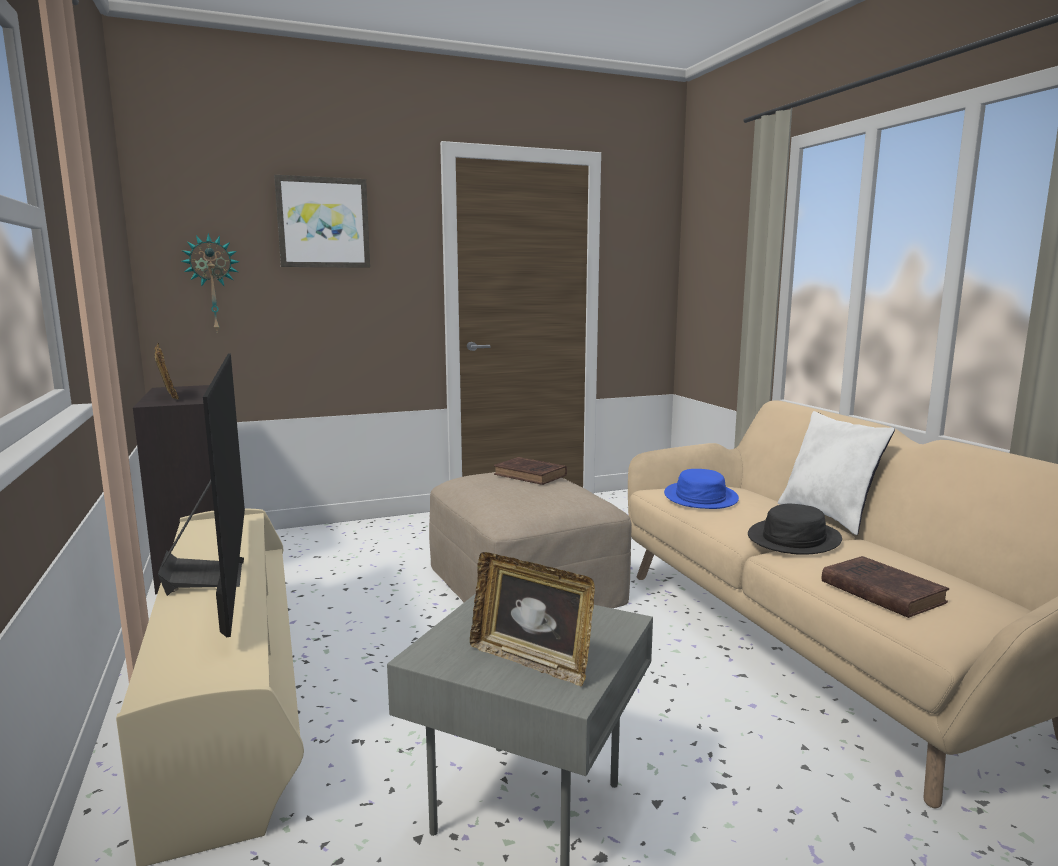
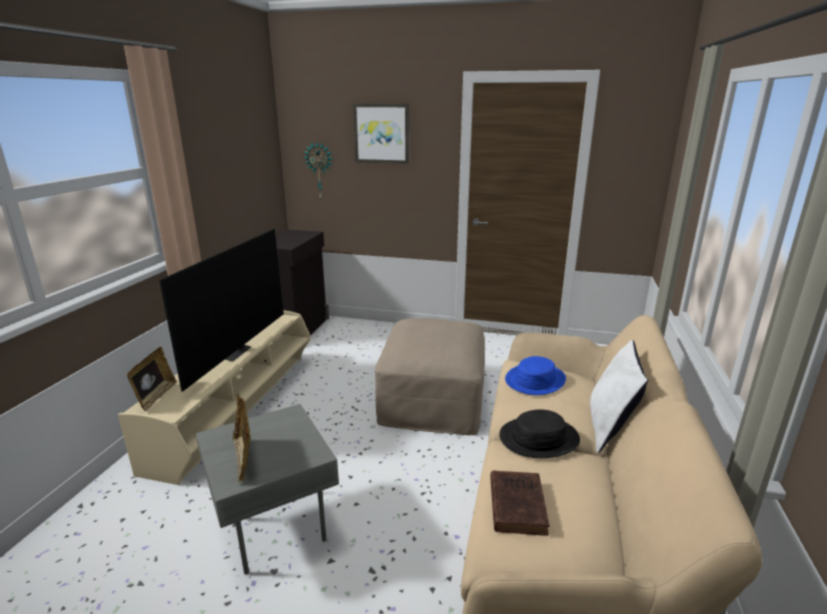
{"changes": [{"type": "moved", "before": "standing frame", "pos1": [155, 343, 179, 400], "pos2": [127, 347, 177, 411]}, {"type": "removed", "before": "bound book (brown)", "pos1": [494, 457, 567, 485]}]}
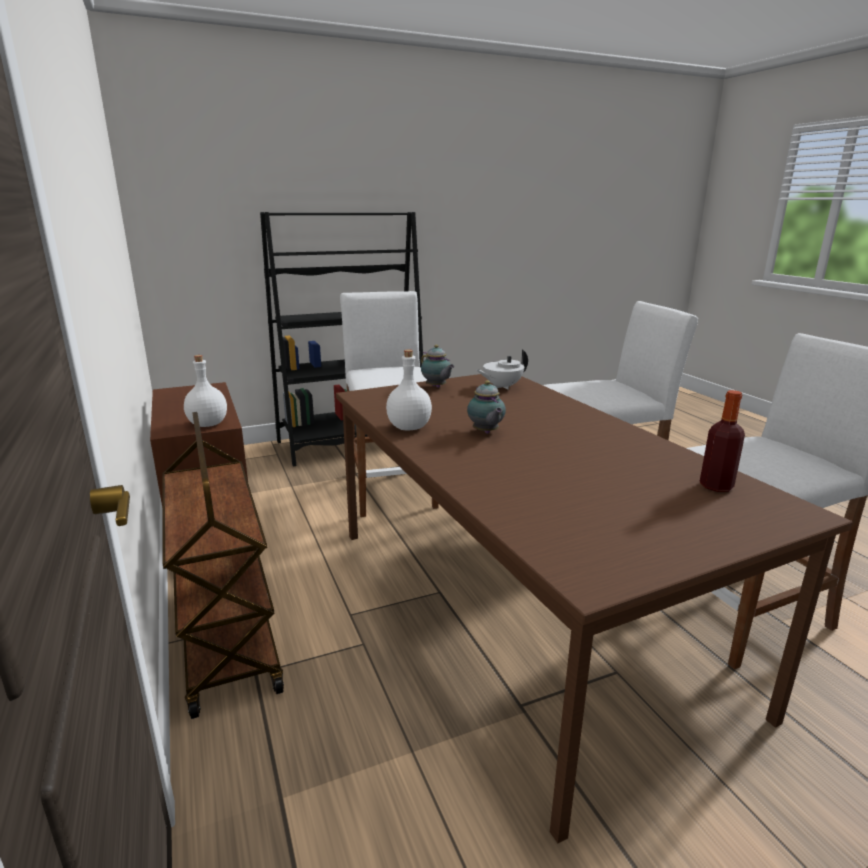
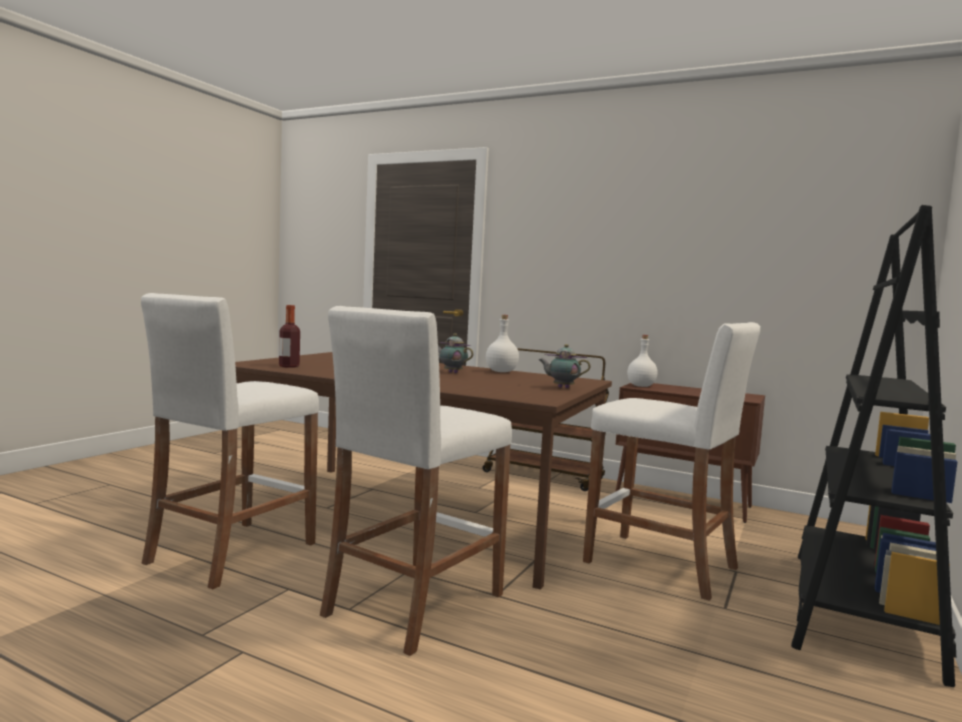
{"changes": [{"type": "removed", "before": "tea pot (white-coloured)", "pos1": [476, 350, 528, 390]}]}
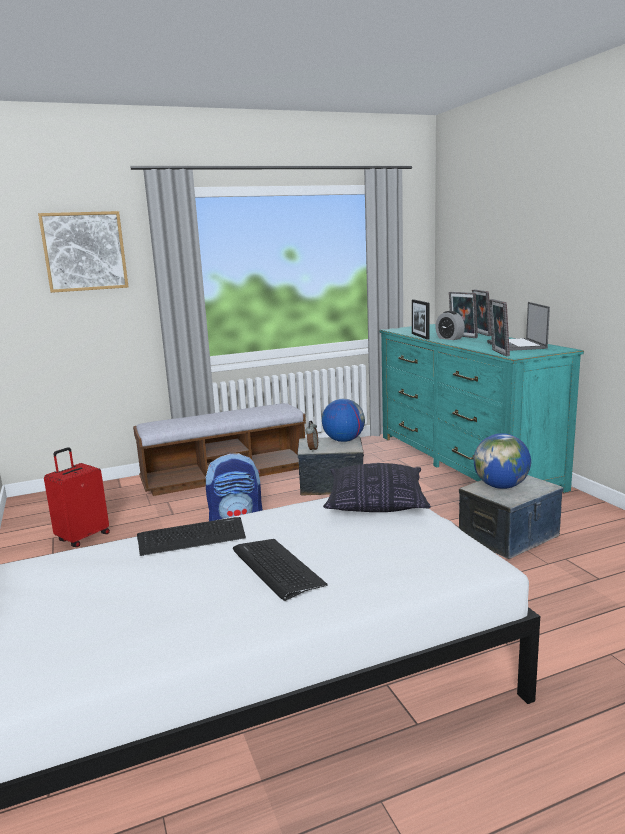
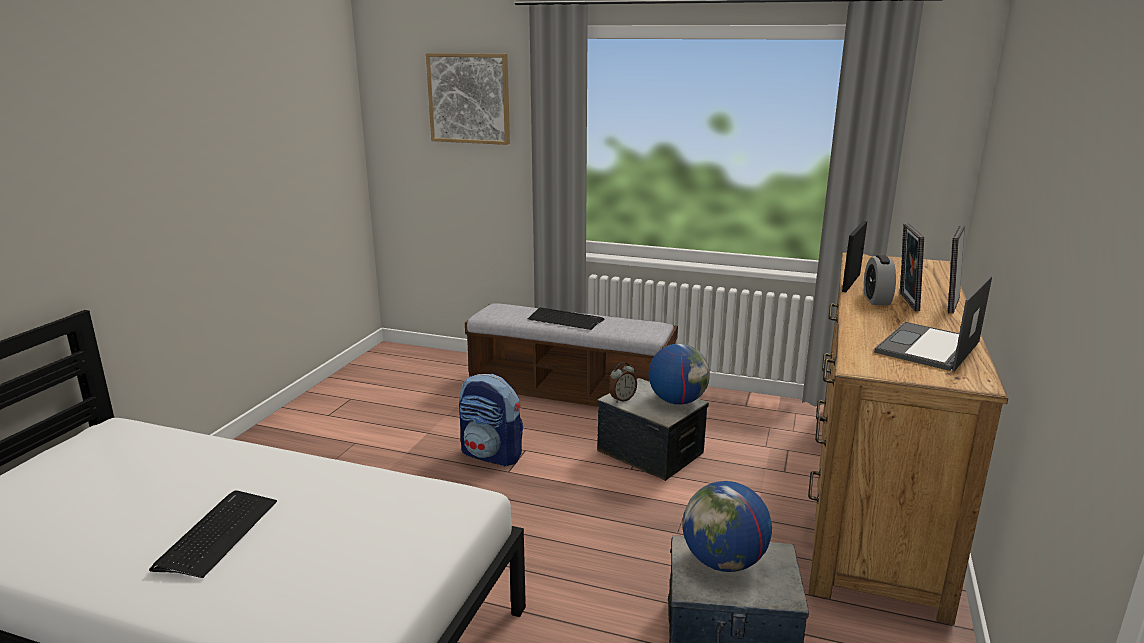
{"changes": [{"type": "removed", "before": "standing frame", "pos1": [489, 299, 510, 356]}, {"type": "recoloured", "before": "dresser (turquoise-coloured)", "after": "dresser (brown)", "pos1": [380, 324, 584, 493], "pos2": [808, 253, 1008, 625]}, {"type": "removed", "before": "suitcase (red)", "pos1": [44, 447, 110, 547]}, {"type": "removed", "before": "throw pillow", "pos1": [323, 463, 431, 512]}, {"type": "moved", "before": "computer keyboard", "pos1": [137, 517, 246, 556], "pos2": [528, 308, 604, 330]}]}
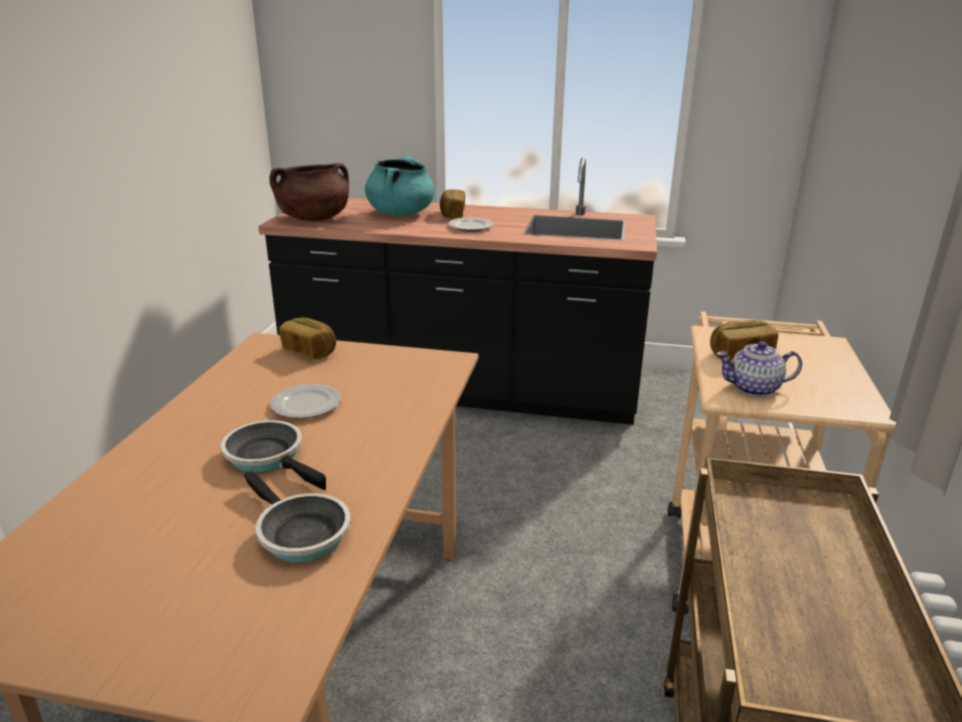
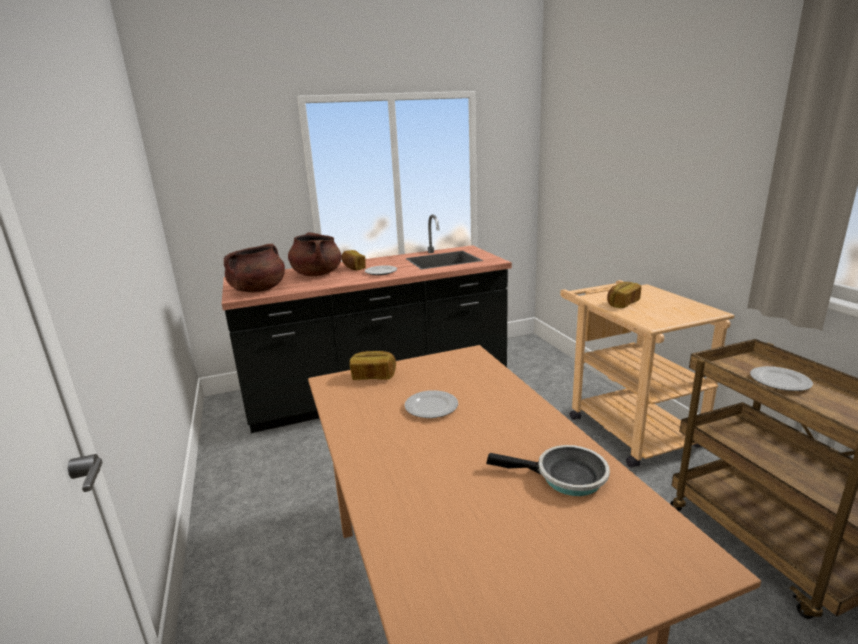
{"changes": [{"type": "recoloured", "before": "cooking pot (turquoise-coloured)", "after": "cooking pot (brown)", "pos1": [365, 156, 435, 216], "pos2": [288, 232, 342, 276]}, {"type": "removed", "before": "tea pot", "pos1": [716, 341, 802, 397]}, {"type": "removed", "before": "frying pan", "pos1": [221, 420, 326, 490]}, {"type": "added", "after": "flat dish", "pos2": [750, 366, 813, 391]}]}
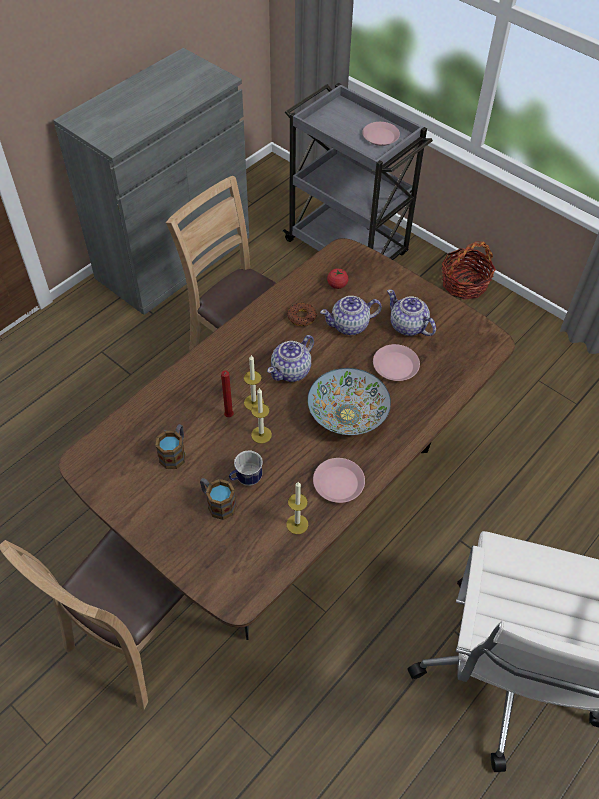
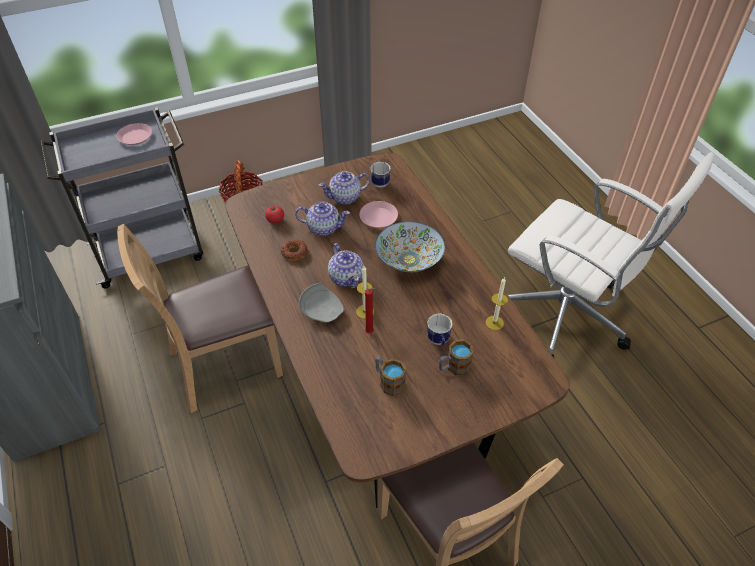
{"changes": [{"type": "turned", "before": "tea pot", "pos1": [320, 296, 382, 335], "pos2": [295, 202, 350, 236], "turn": -90}, {"type": "removed", "before": "candle", "pos1": [251, 388, 272, 444]}, {"type": "removed", "before": "flat dish (pink-coloured)", "pos1": [313, 458, 365, 503]}, {"type": "added", "after": "tea mug", "pos2": [370, 161, 391, 188]}, {"type": "added", "after": "flat dish (gray)", "pos2": [299, 283, 344, 323]}]}
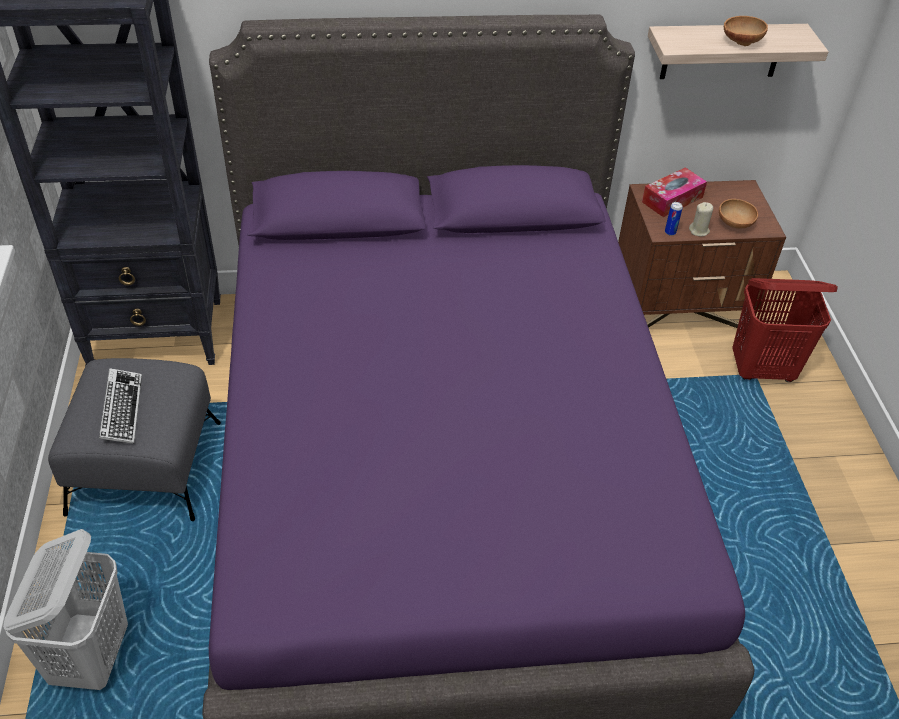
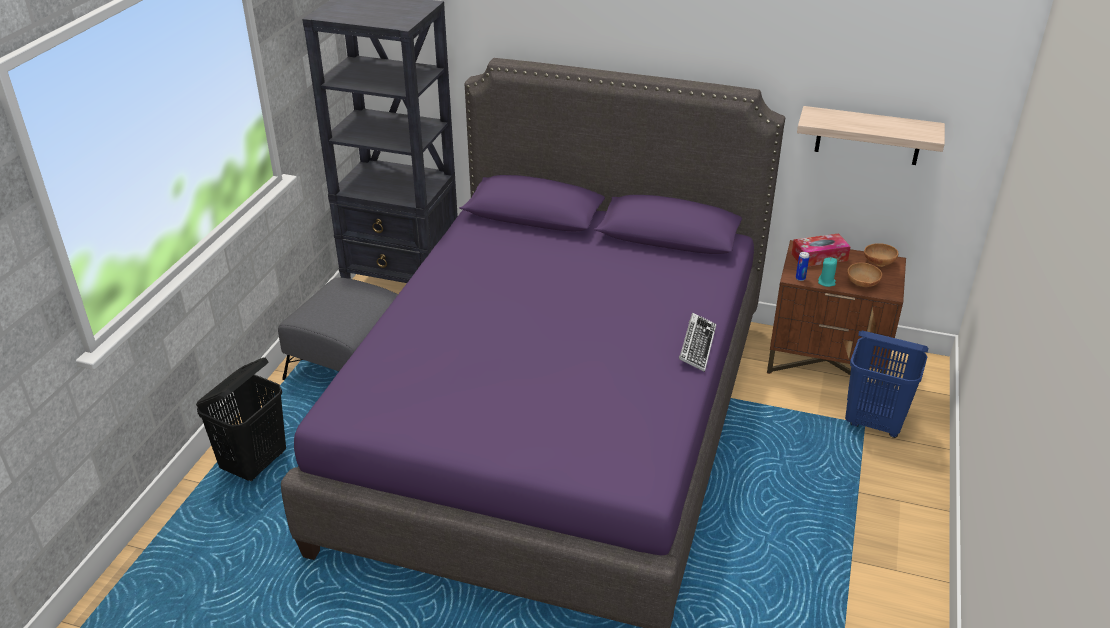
{"changes": [{"type": "moved", "before": "deep dish (brown)", "pos1": [724, 16, 768, 46], "pos2": [864, 243, 898, 267]}, {"type": "recoloured", "before": "candle (beige)", "after": "candle (turquoise-coloured)", "pos1": [689, 202, 713, 237], "pos2": [818, 257, 837, 287]}, {"type": "recoloured", "before": "washing basket (red)", "after": "washing basket (bluish)", "pos1": [732, 278, 838, 382], "pos2": [845, 331, 928, 438]}, {"type": "moved", "before": "computer keyboard", "pos1": [99, 368, 142, 444], "pos2": [679, 313, 716, 372]}, {"type": "recoloured", "before": "washing basket (white-coloured)", "after": "washing basket (black)", "pos1": [3, 529, 128, 690], "pos2": [196, 357, 286, 482]}]}
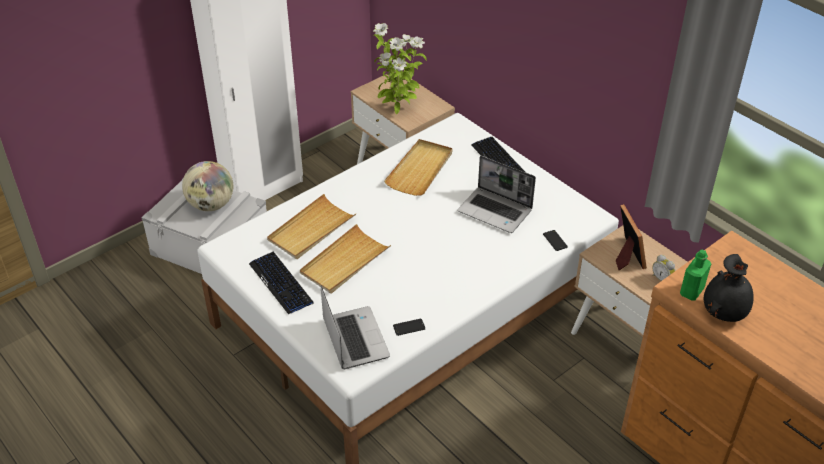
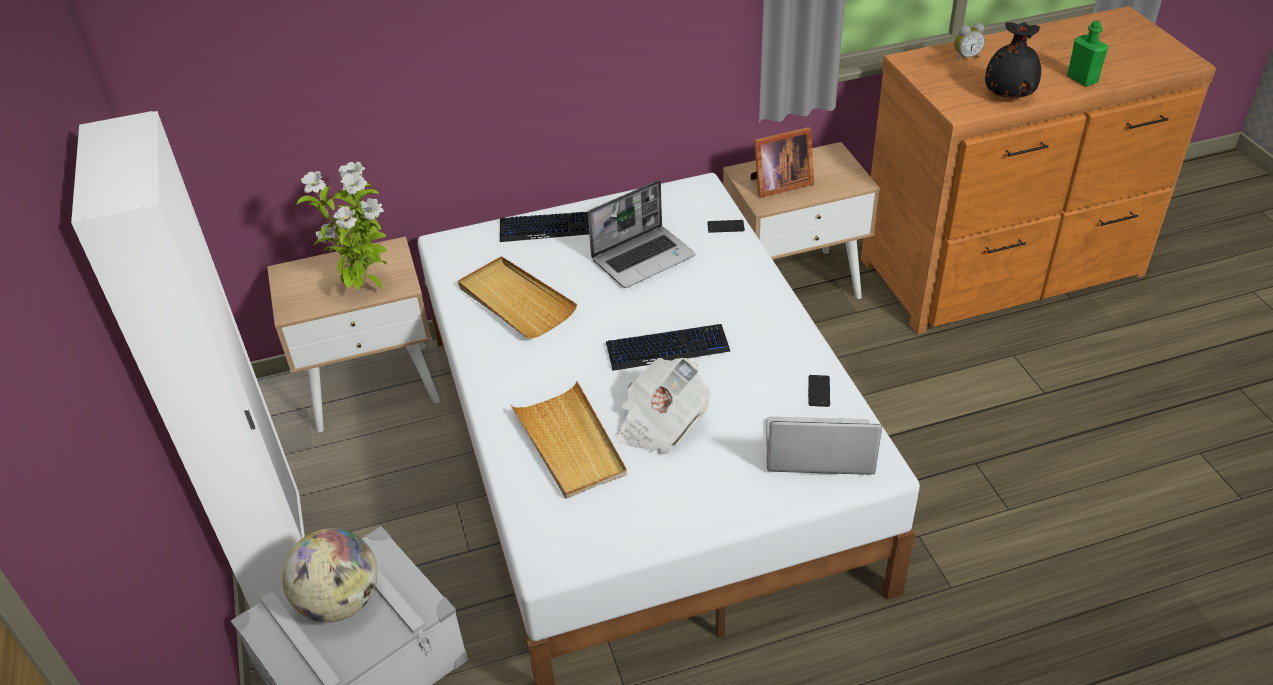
{"changes": [{"type": "turned", "before": "standing frame", "pos1": [616, 204, 647, 270], "pos2": [751, 127, 814, 198], "turn": 150}, {"type": "replaced", "before": "tray (beige)", "after": "daily paper", "pos1": [300, 224, 391, 294], "pos2": [617, 358, 709, 454]}, {"type": "moved", "before": "drink bottle (greenish)", "pos1": [680, 249, 711, 301], "pos2": [1067, 20, 1108, 87]}, {"type": "moved", "before": "computer keyboard", "pos1": [249, 252, 314, 315], "pos2": [606, 324, 730, 371]}, {"type": "moved", "before": "alarm clock", "pos1": [652, 255, 676, 281], "pos2": [954, 23, 985, 61]}]}
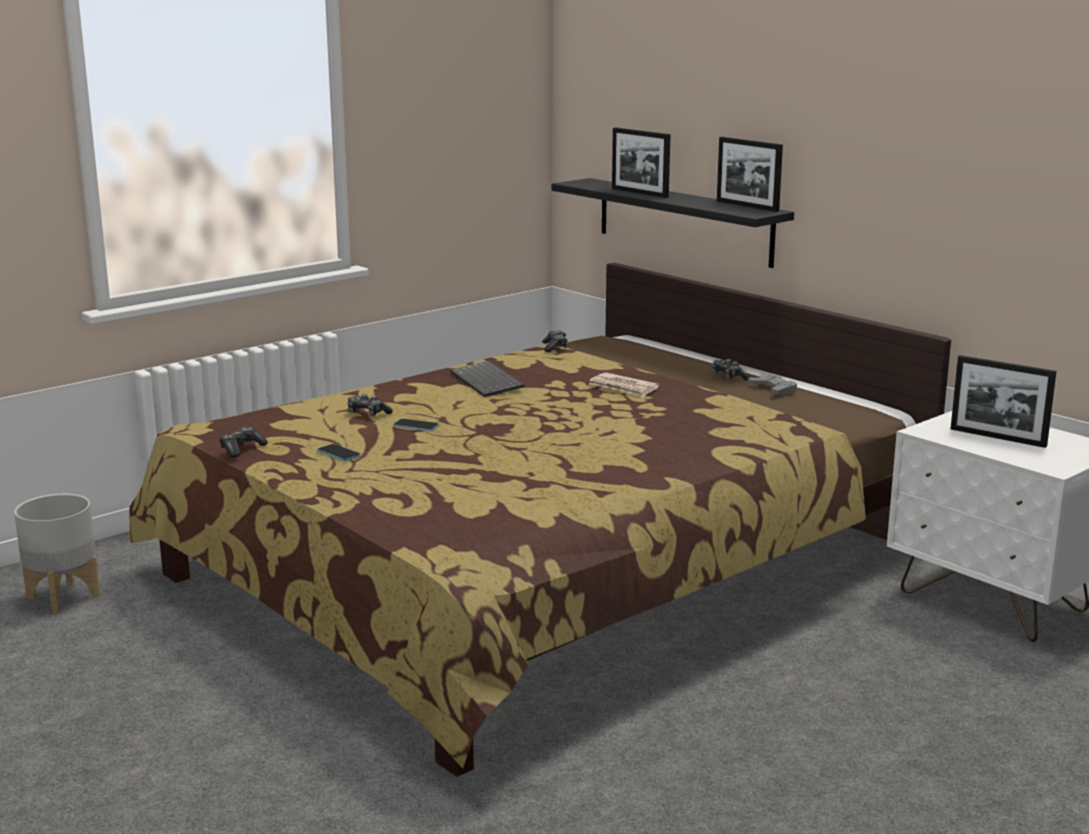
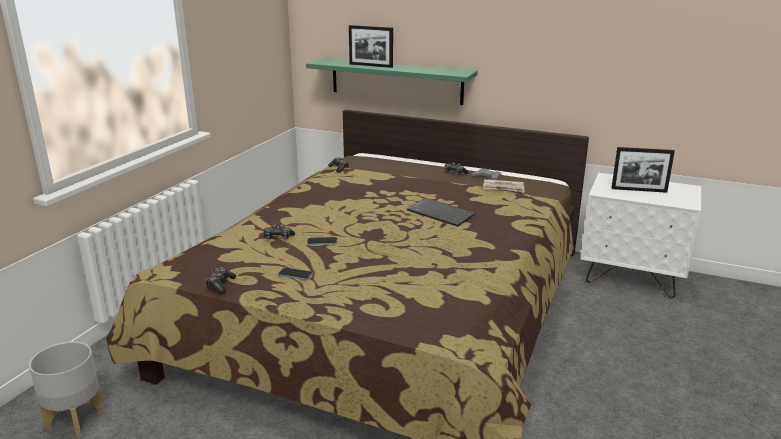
{"changes": [{"type": "removed", "before": "standing frame", "pos1": [717, 137, 783, 212]}, {"type": "recoloured", "before": "wall shelf (black)", "after": "wall shelf (greenish)", "pos1": [552, 178, 794, 268], "pos2": [306, 58, 478, 105]}, {"type": "moved", "before": "computer keyboard", "pos1": [450, 361, 525, 397], "pos2": [407, 198, 475, 227]}, {"type": "moved", "before": "daily paper", "pos1": [589, 372, 659, 398], "pos2": [483, 179, 524, 193]}]}
